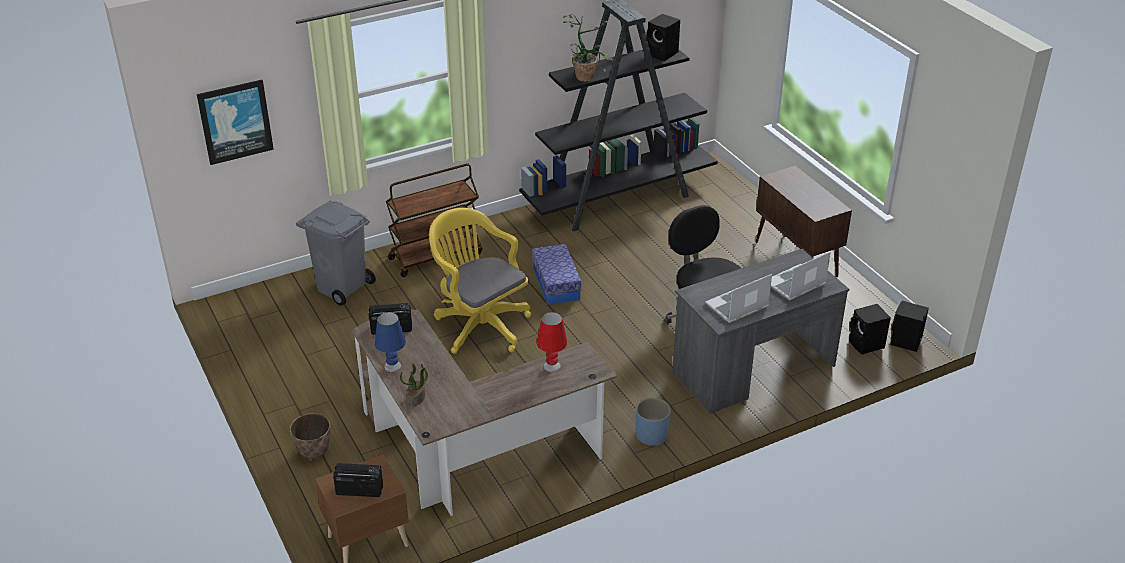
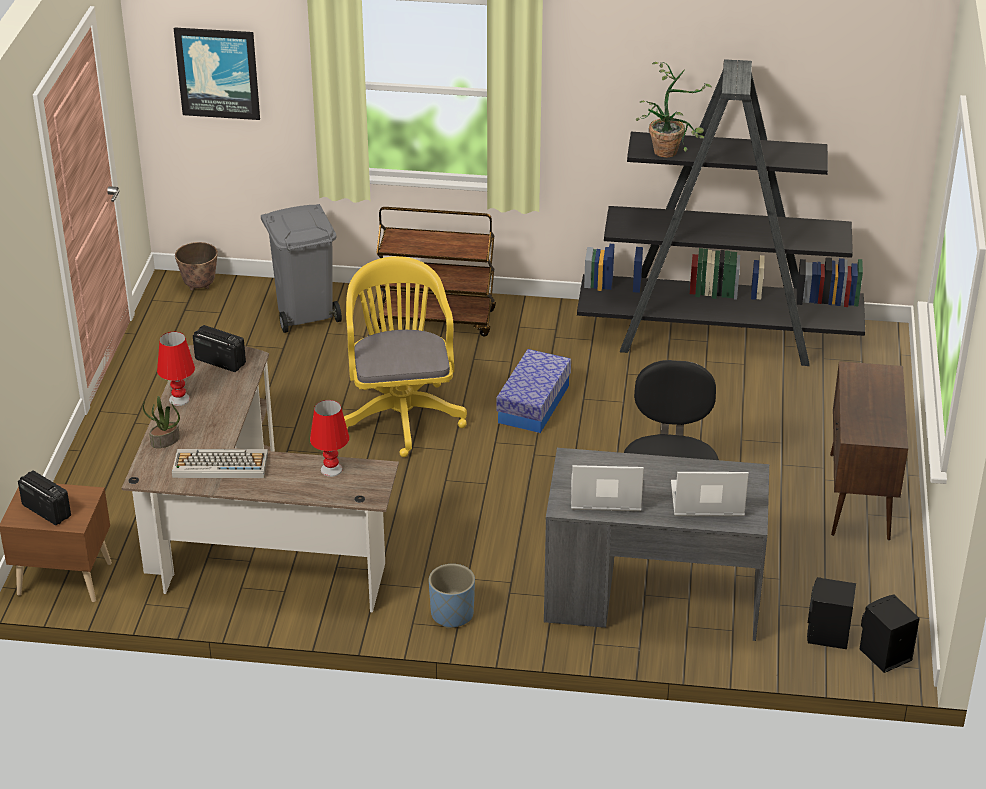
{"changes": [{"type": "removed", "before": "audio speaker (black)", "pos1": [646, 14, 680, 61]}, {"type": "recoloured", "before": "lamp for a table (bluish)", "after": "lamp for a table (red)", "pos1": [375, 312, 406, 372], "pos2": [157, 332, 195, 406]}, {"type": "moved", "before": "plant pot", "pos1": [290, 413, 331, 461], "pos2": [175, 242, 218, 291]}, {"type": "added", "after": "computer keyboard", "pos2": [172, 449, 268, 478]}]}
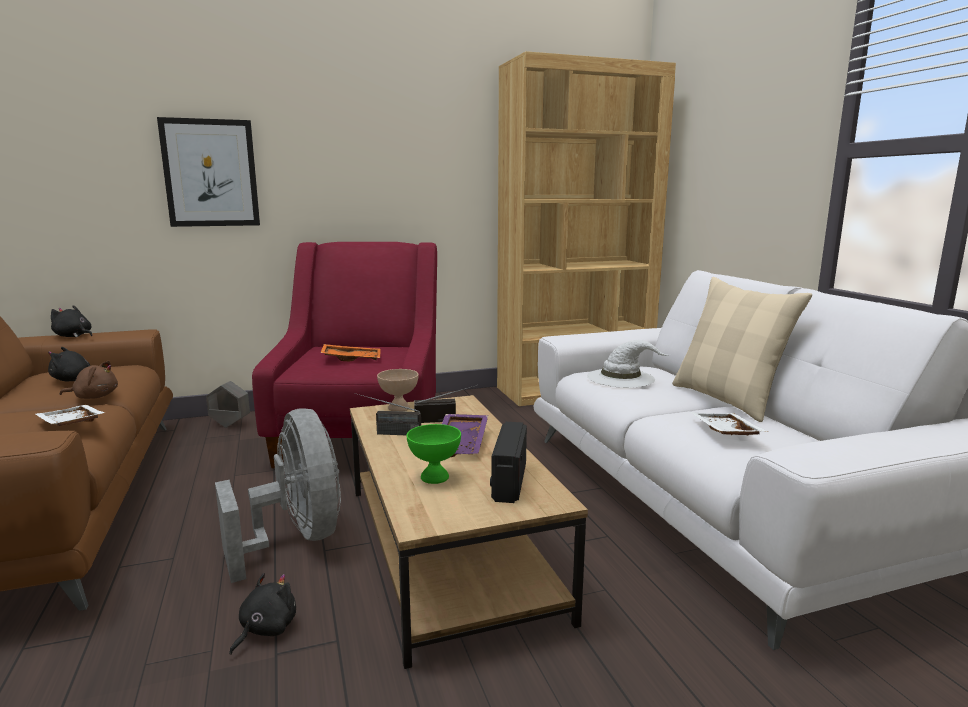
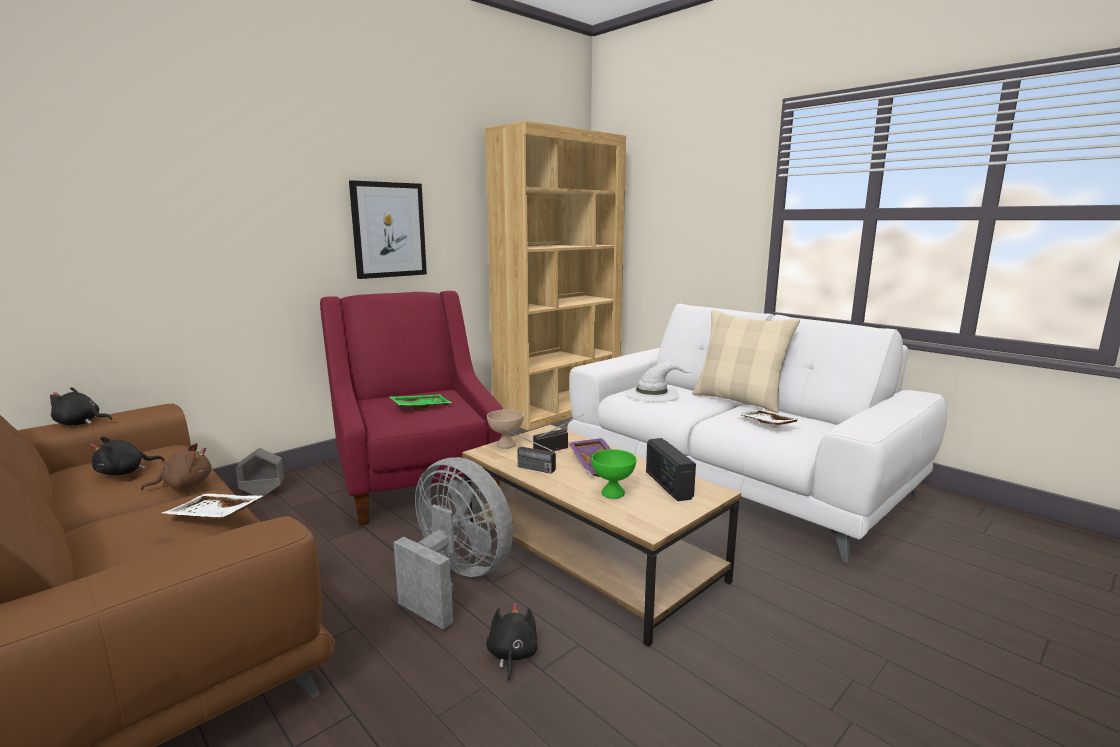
{"changes": [{"type": "moved", "before": "wall picture", "pos1": [157, 117, 260, 227], "pos2": [349, 180, 427, 279]}, {"type": "recoloured", "before": "tray (orangey)", "after": "tray (greenish)", "pos1": [320, 344, 381, 361], "pos2": [389, 394, 452, 410]}, {"type": "turned", "before": "radio set", "pos1": [355, 393, 421, 435], "pos2": [503, 428, 556, 474], "turn": 45}]}
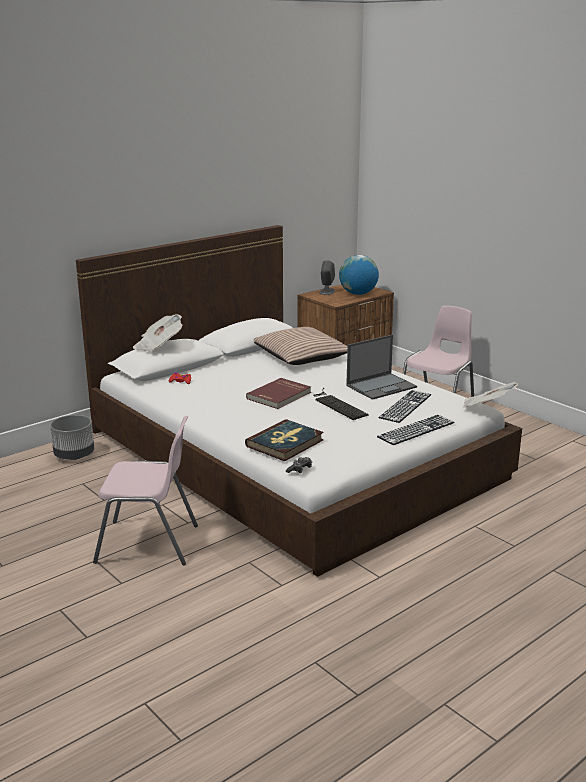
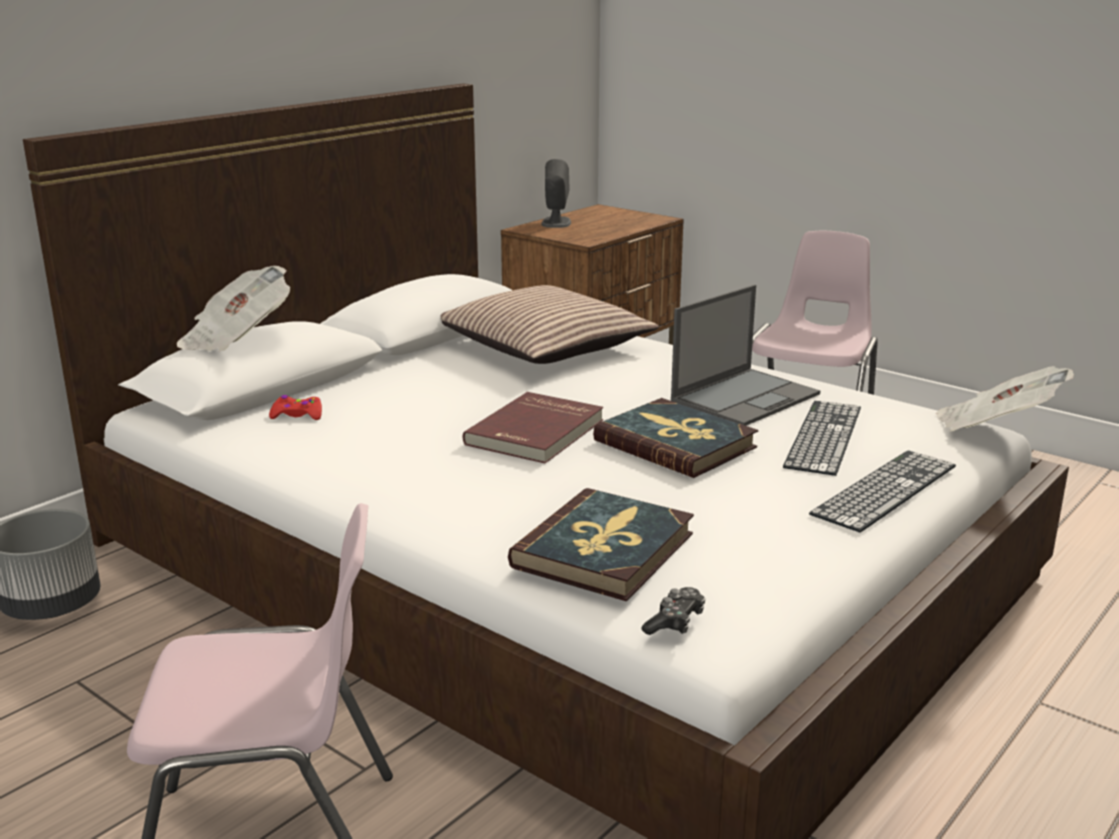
{"changes": [{"type": "removed", "before": "desk globe", "pos1": [339, 255, 379, 295]}, {"type": "replaced", "before": "computer keyboard", "after": "bound book", "pos1": [313, 388, 369, 420], "pos2": [593, 398, 758, 478]}]}
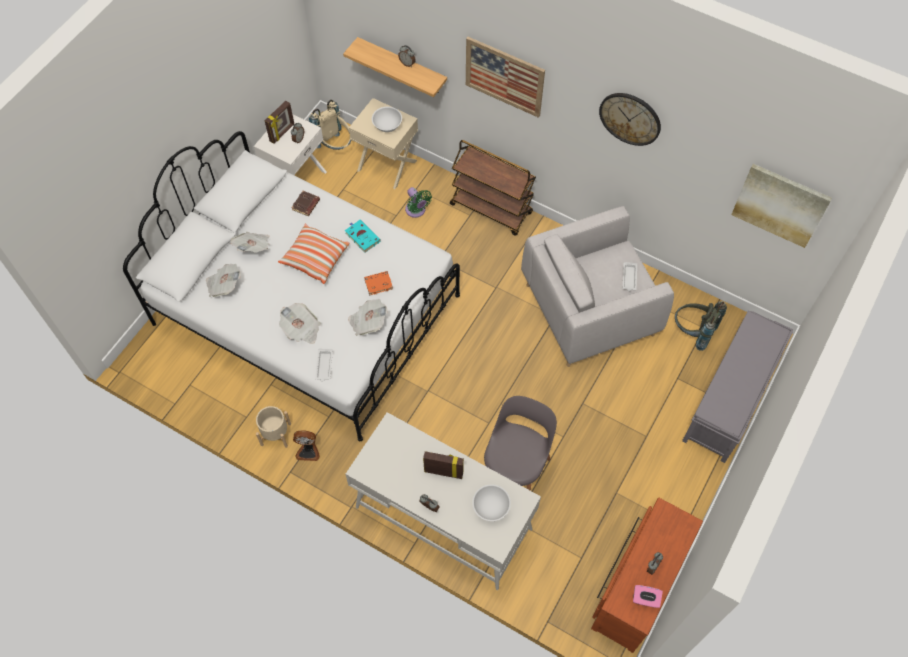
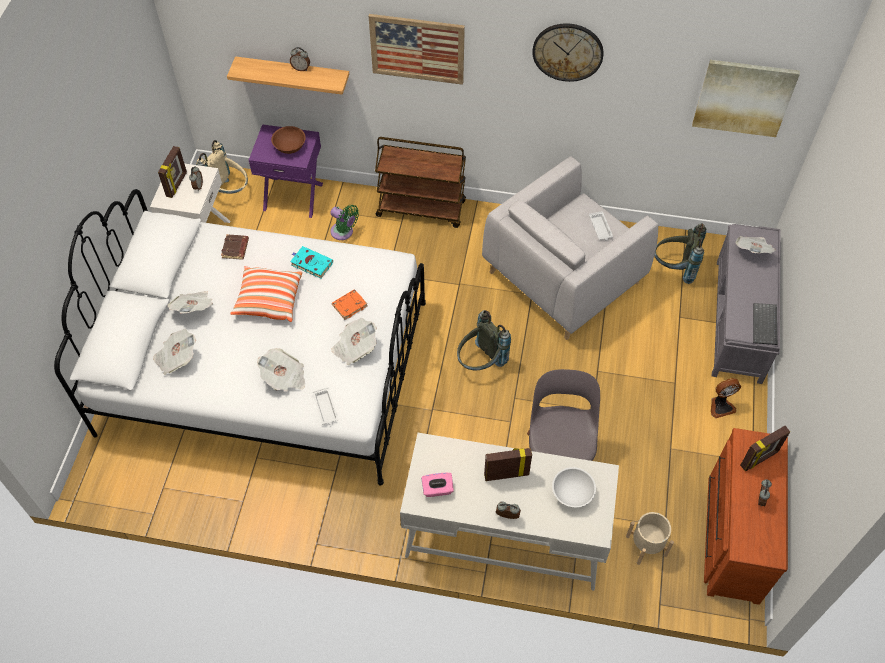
{"changes": [{"type": "recoloured", "before": "nightstand (beige)", "after": "nightstand (purplish)", "pos1": [349, 98, 418, 189], "pos2": [249, 124, 323, 218]}, {"type": "recoloured", "before": "deep dish (white-coloured)", "after": "deep dish (brown)", "pos1": [372, 107, 402, 132], "pos2": [271, 126, 306, 154]}, {"type": "moved", "before": "plant pot (beige)", "pos1": [256, 406, 291, 448], "pos2": [626, 512, 674, 565]}, {"type": "moved", "before": "electric fan", "pos1": [293, 430, 320, 461], "pos2": [711, 378, 741, 418]}, {"type": "moved", "before": "tissue box (pink-coloured)", "pos1": [633, 585, 663, 608], "pos2": [421, 473, 454, 497]}, {"type": "added", "after": "daily paper", "pos2": [735, 236, 776, 254]}, {"type": "added", "after": "computer keyboard", "pos2": [753, 303, 777, 345]}, {"type": "added", "after": "rucksack (gray)", "pos2": [457, 310, 511, 370]}, {"type": "added", "after": "standing frame", "pos2": [740, 426, 790, 471]}]}
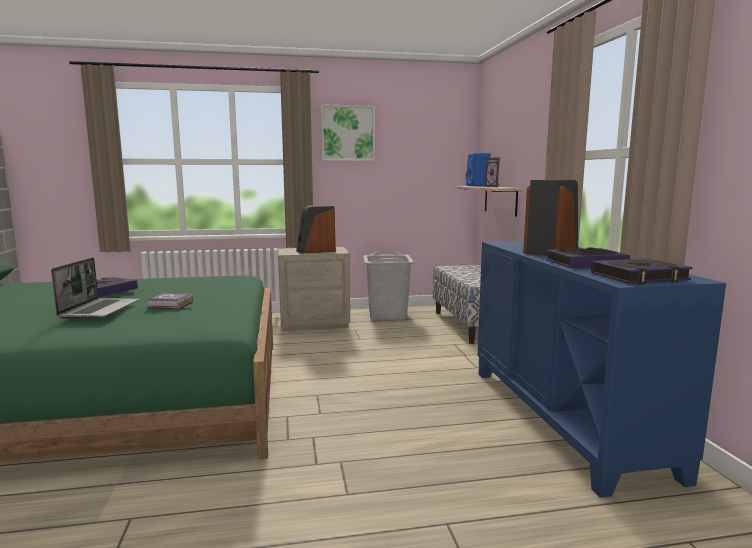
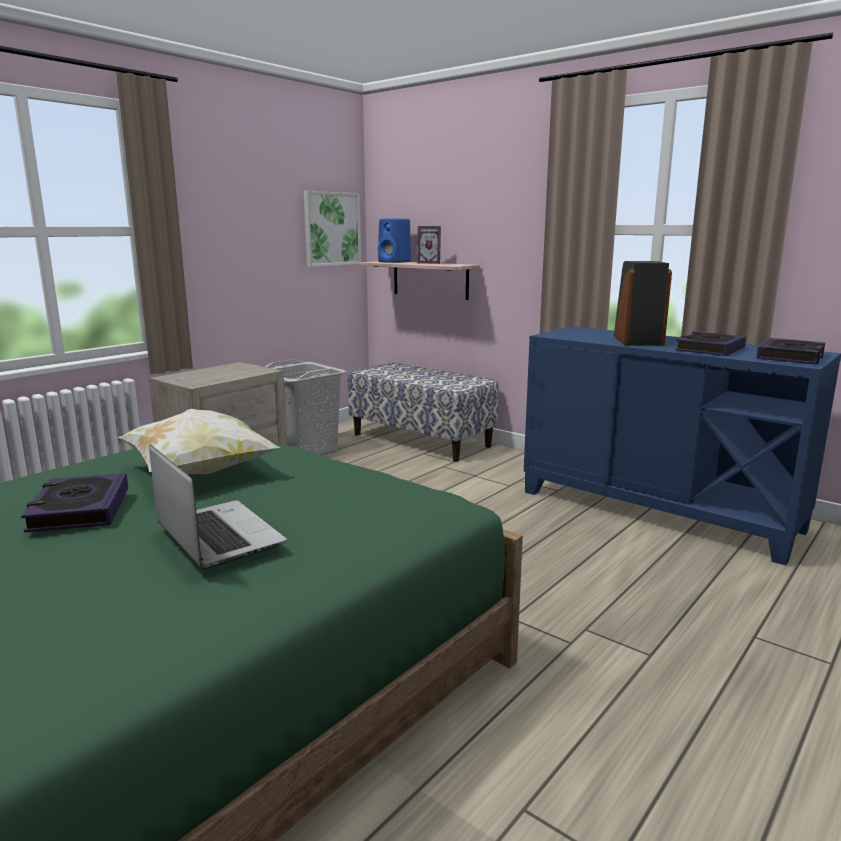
{"changes": [{"type": "moved", "before": "wall picture", "pos1": [321, 104, 375, 161], "pos2": [304, 191, 361, 267]}, {"type": "removed", "before": "audio speaker", "pos1": [296, 205, 336, 254]}, {"type": "removed", "before": "bound book", "pos1": [147, 293, 193, 309]}, {"type": "added", "after": "throw pillow", "pos2": [118, 409, 281, 475]}]}
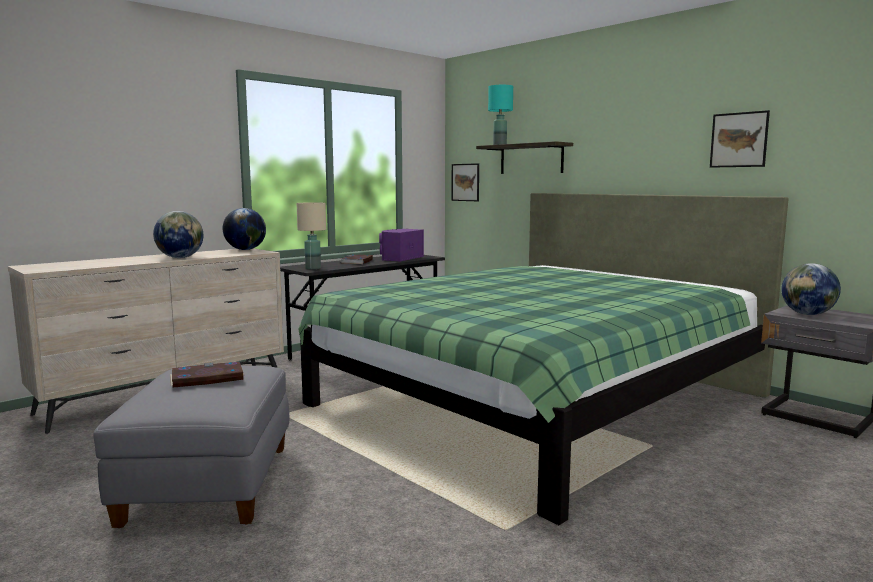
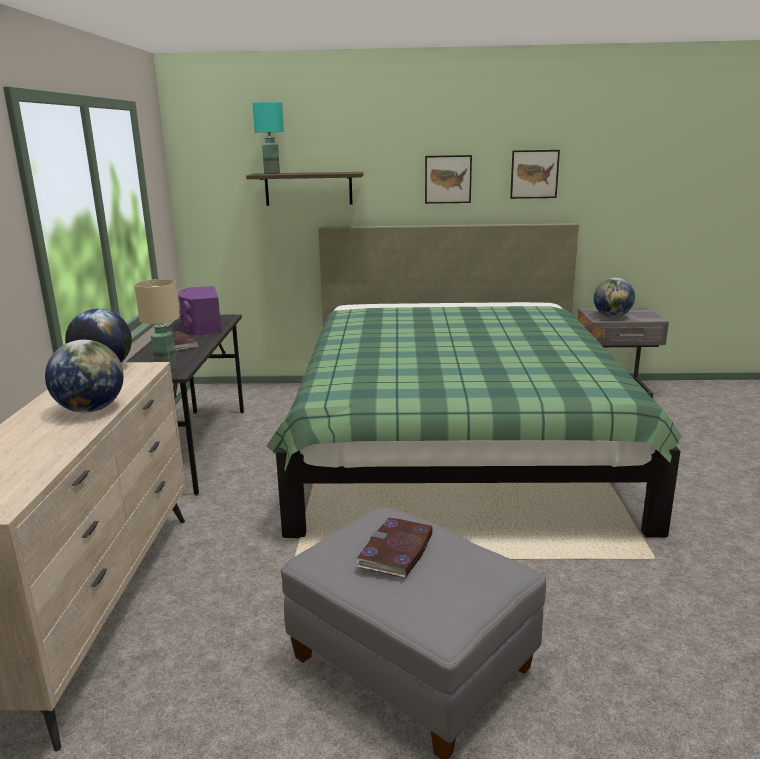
{"changes": [{"type": "moved", "before": "wall picture", "pos1": [452, 163, 479, 201], "pos2": [425, 155, 472, 204]}]}
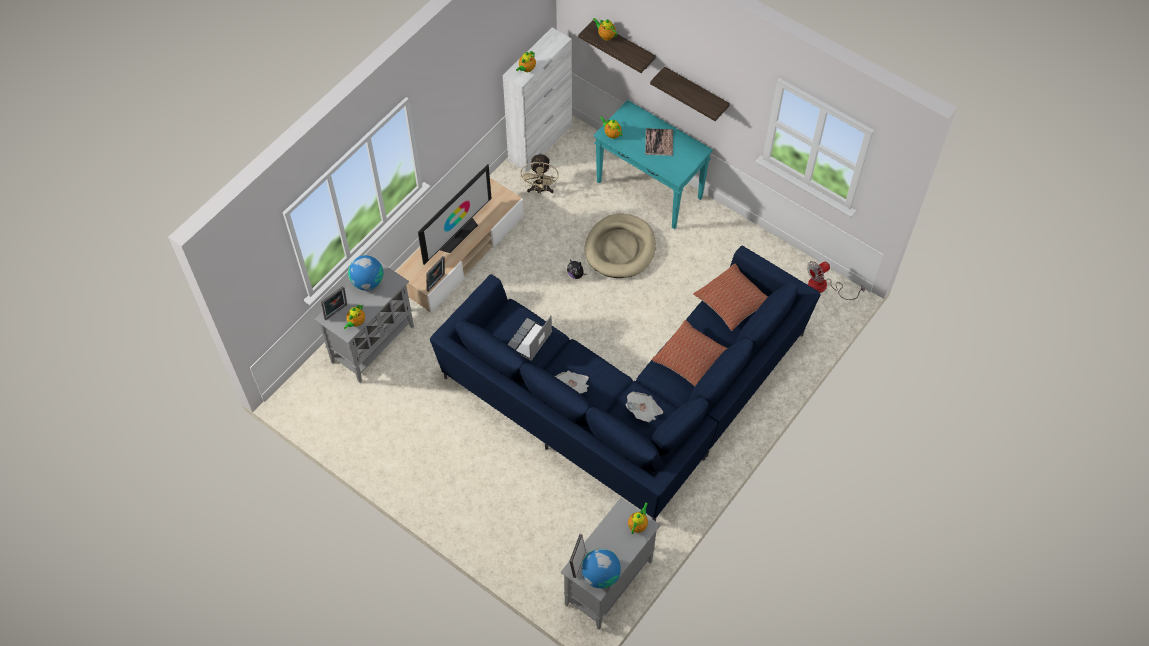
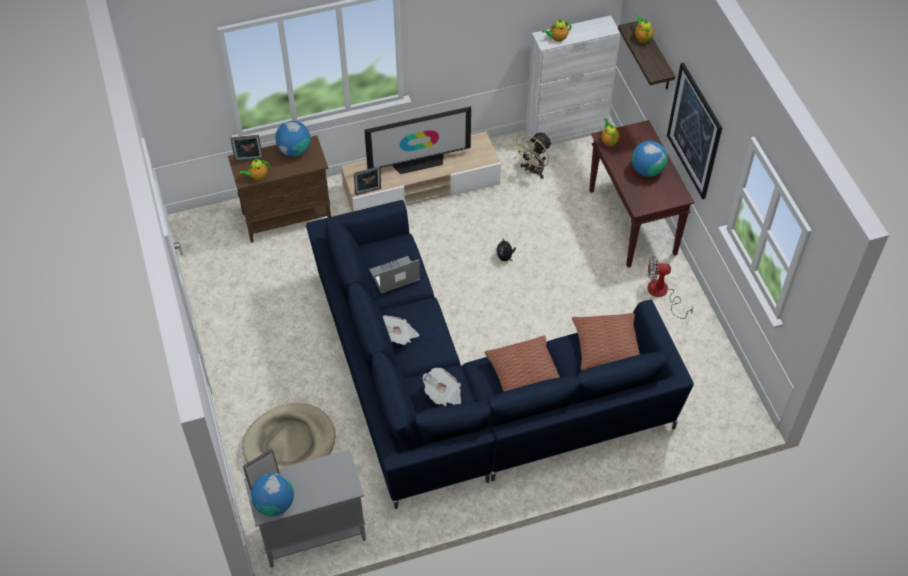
{"changes": [{"type": "replaced", "before": "wall shelf", "after": "wall picture", "pos1": [650, 67, 730, 121], "pos2": [667, 62, 722, 199]}, {"type": "recoloured", "before": "narrow table (turquoise-coloured)", "after": "narrow table (brown)", "pos1": [593, 100, 713, 229], "pos2": [589, 120, 694, 268]}, {"type": "replaced", "before": "bound book", "after": "desk globe", "pos1": [645, 128, 673, 156], "pos2": [631, 141, 668, 177]}, {"type": "moved", "before": "dog cushion (beige)", "pos1": [584, 214, 656, 278], "pos2": [242, 403, 336, 469]}, {"type": "recoloured", "before": "storage cabinet (gray)", "after": "storage cabinet (brown)", "pos1": [314, 261, 414, 383], "pos2": [228, 135, 331, 243]}, {"type": "moved", "before": "electric fan", "pos1": [807, 261, 865, 300], "pos2": [647, 256, 693, 319]}, {"type": "removed", "before": "tea pot", "pos1": [628, 502, 648, 534]}]}
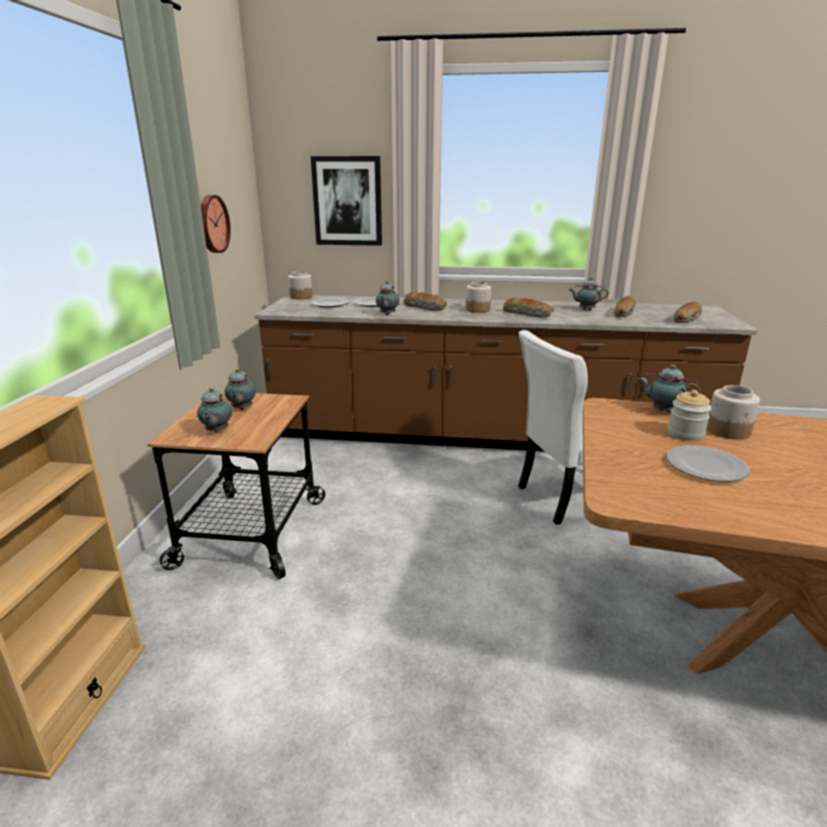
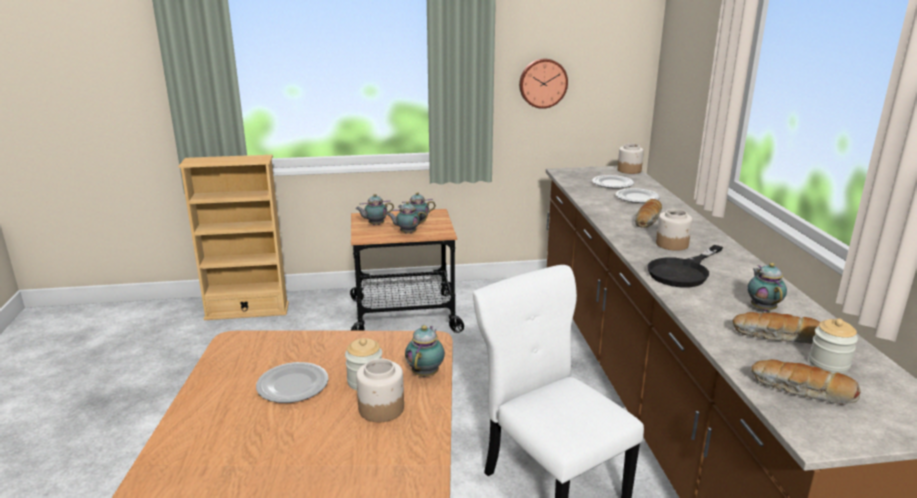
{"changes": [{"type": "removed", "before": "wall picture", "pos1": [311, 156, 382, 246]}, {"type": "moved", "before": "tea pot", "pos1": [376, 281, 399, 315], "pos2": [387, 201, 427, 233]}, {"type": "replaced", "before": "bakery bread", "after": "frying pan (black)", "pos1": [503, 298, 554, 318], "pos2": [647, 245, 723, 287]}, {"type": "added", "after": "jar", "pos2": [809, 318, 858, 374]}]}
